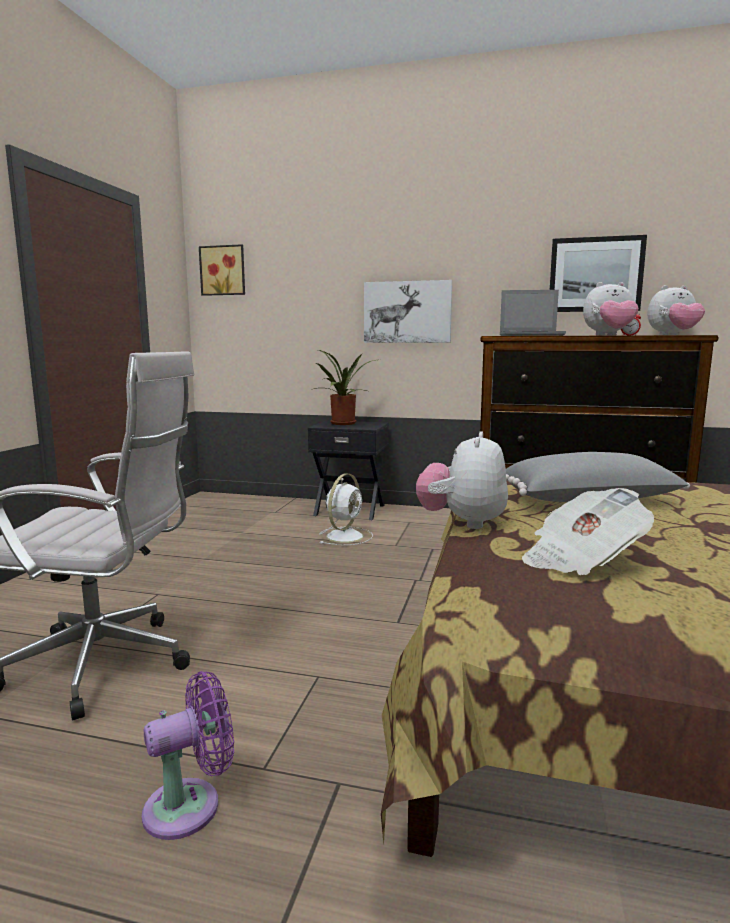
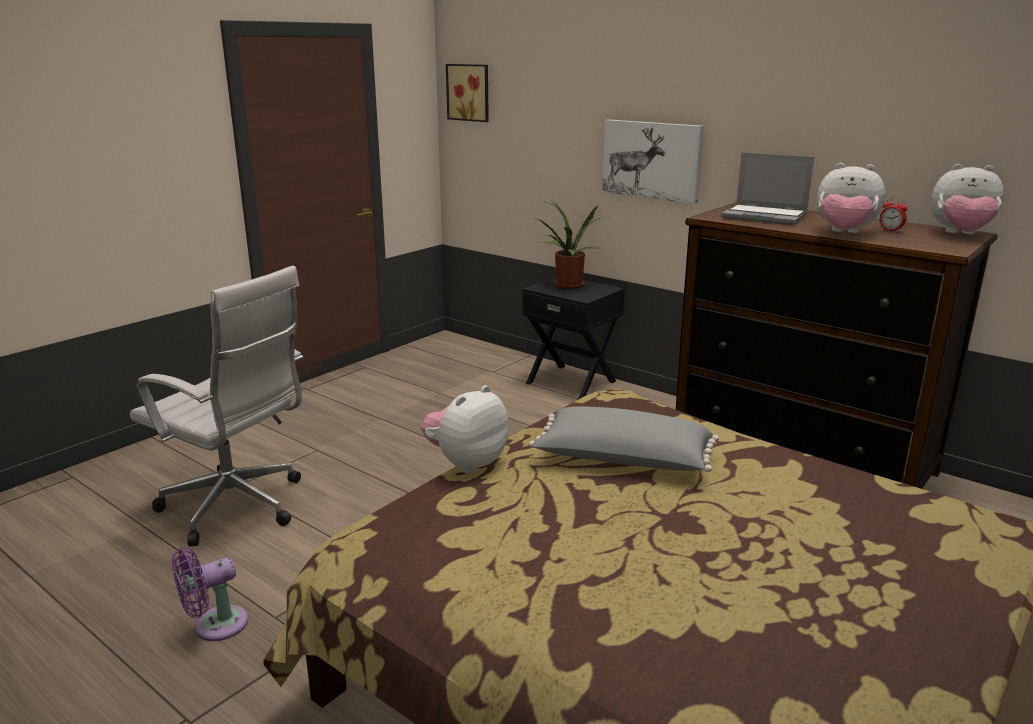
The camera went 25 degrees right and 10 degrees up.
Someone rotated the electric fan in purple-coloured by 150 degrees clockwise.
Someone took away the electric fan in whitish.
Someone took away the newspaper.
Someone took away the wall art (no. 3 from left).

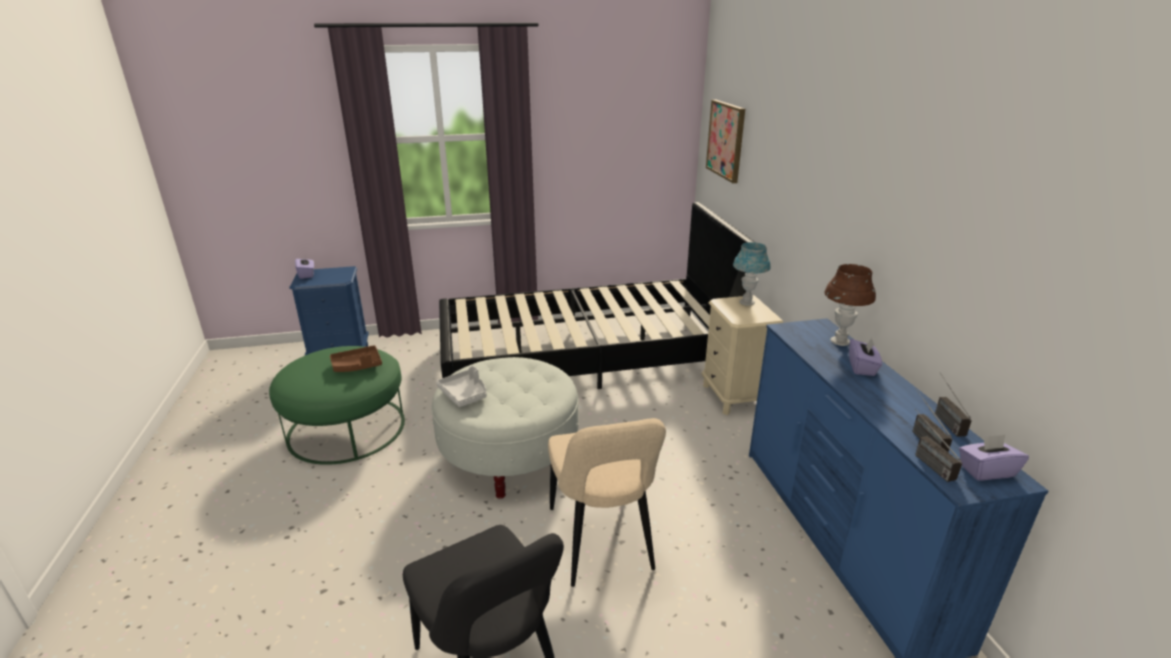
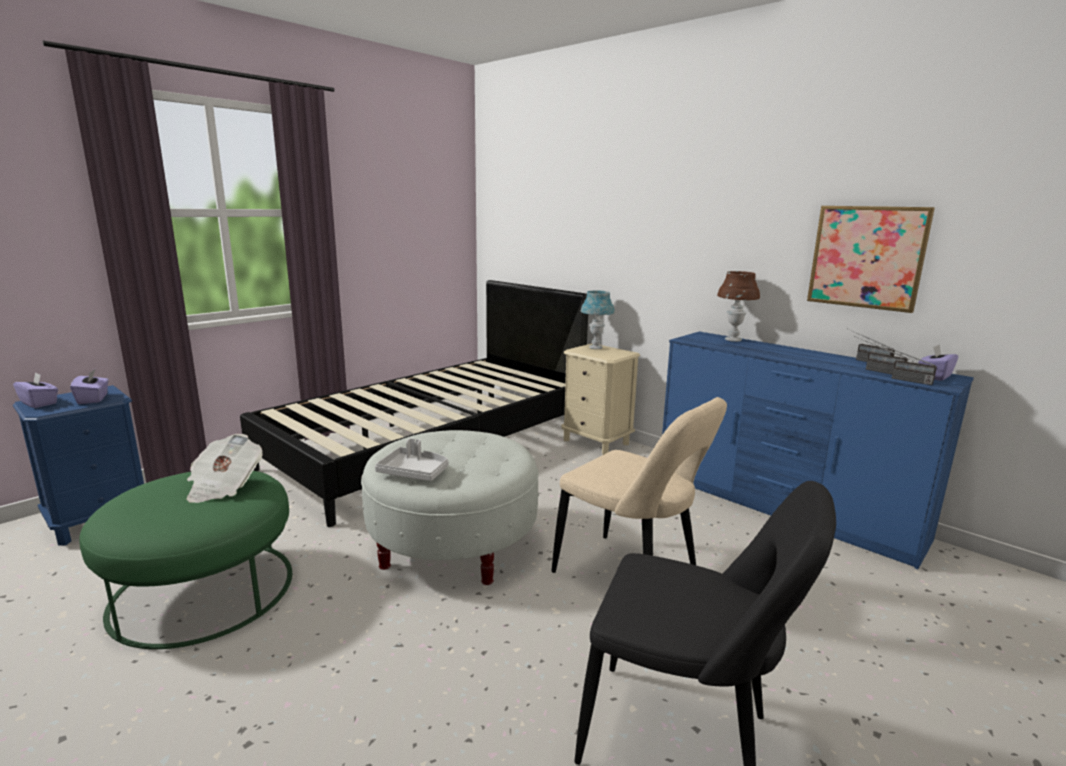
The camera went 35 degrees left and 10 degrees down.
Someone swapped the serving tray in brownish for the newspaper.
Someone carried the wall art.
Someone carried the tissue box in purple-coloured (no. 2 from left).

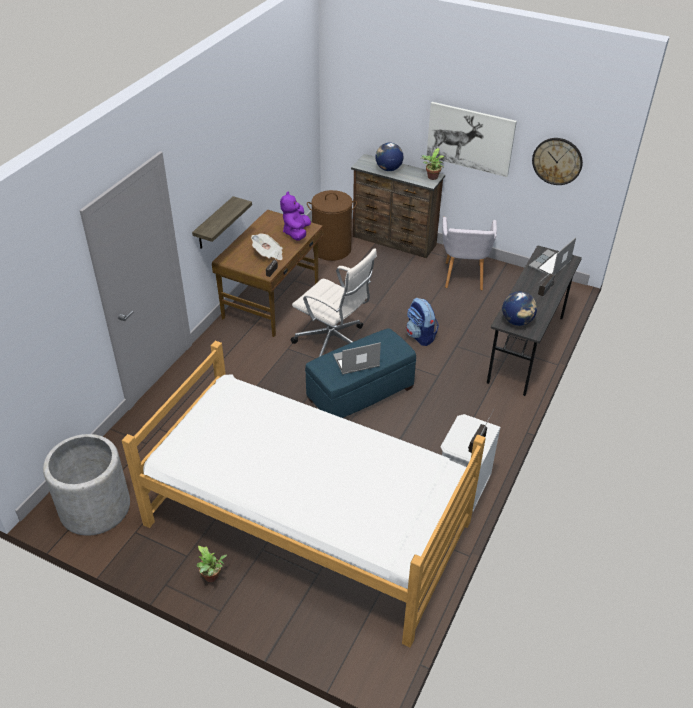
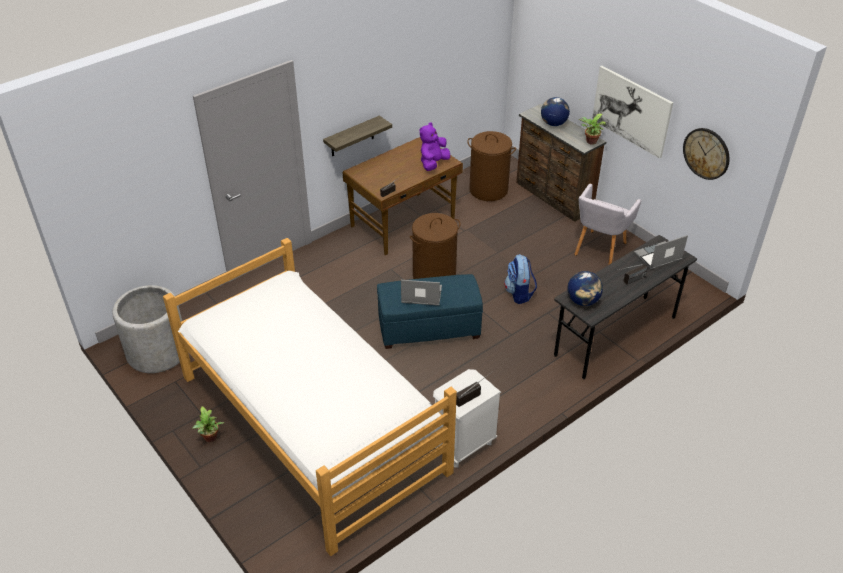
The camera went 25 degrees right and 0 degrees up.
Someone took away the newspaper.
Someone swapped the computer chair in whitish for the hamper in brownish (no. 1 from left).

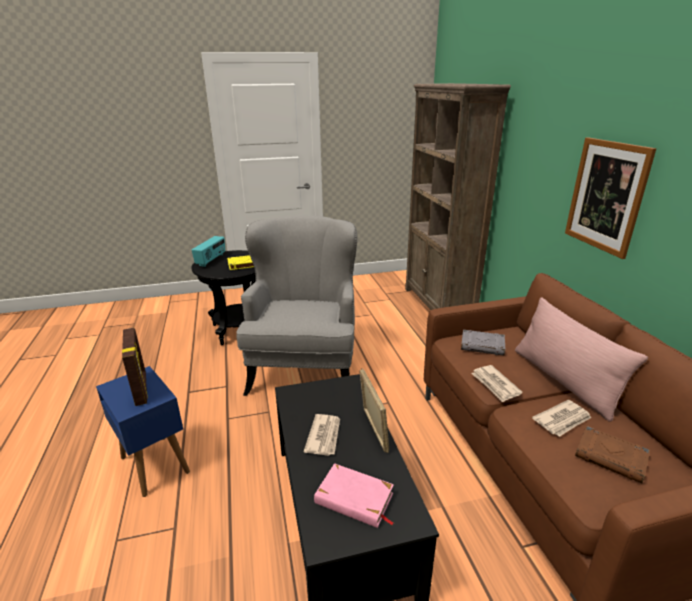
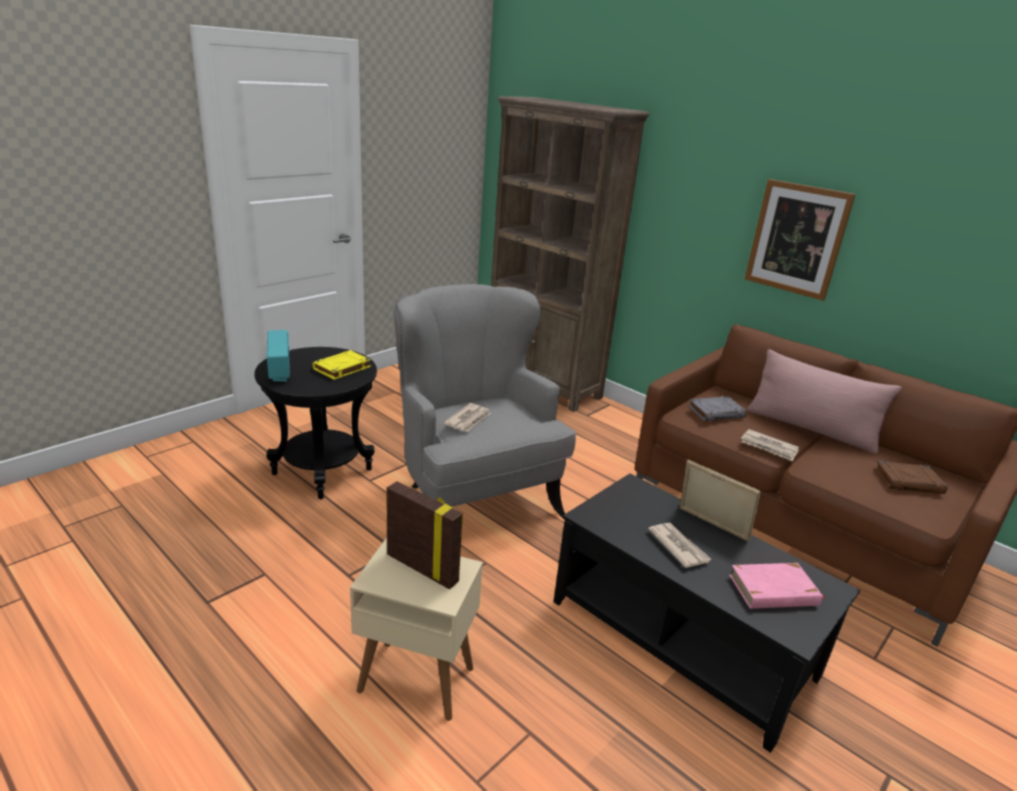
The camera went 35 degrees left and 0 degrees up.
Someone repainted the side table in bluish, which became the side table in sand-coloured.
Someone carried the newspaper (no. 3 from left in the first image).

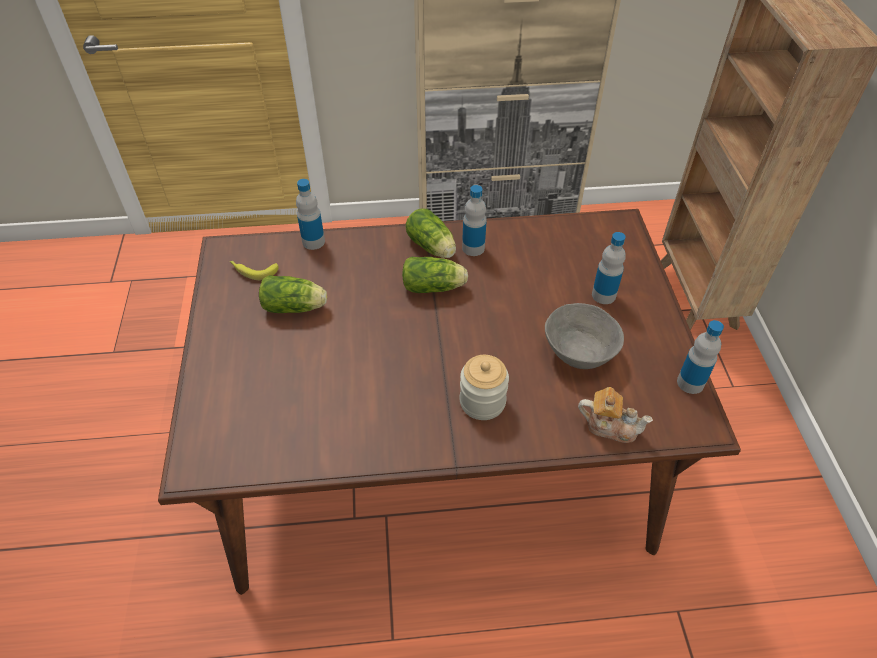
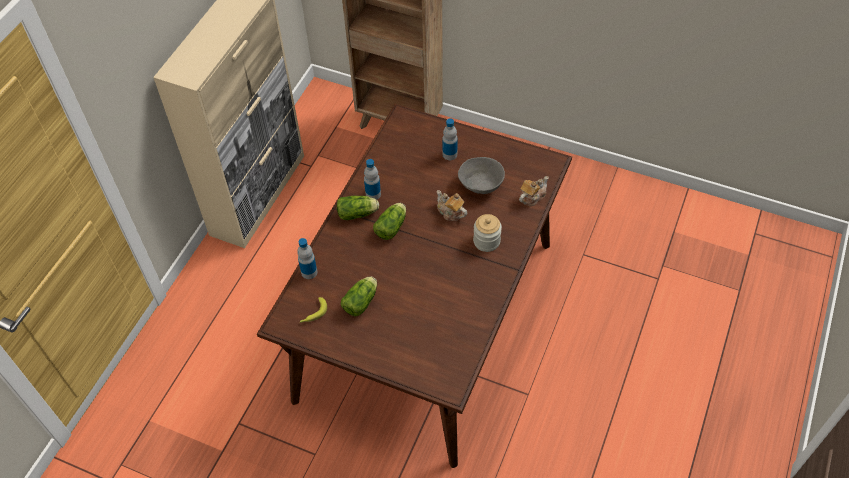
The camera went 60 degrees left and 5 degrees up.
Someone took away the bottle (no. 4 from left).
Someone put down the pot for tea (no. 1 from left).

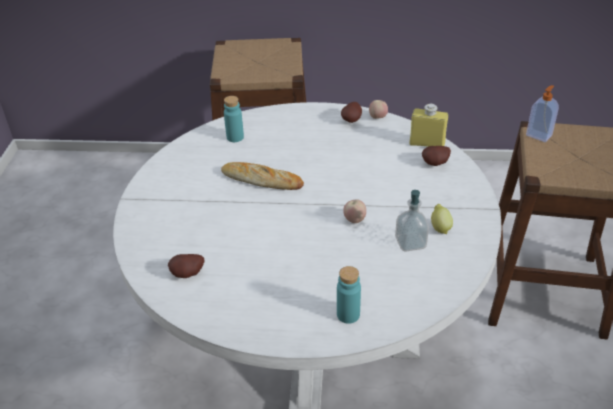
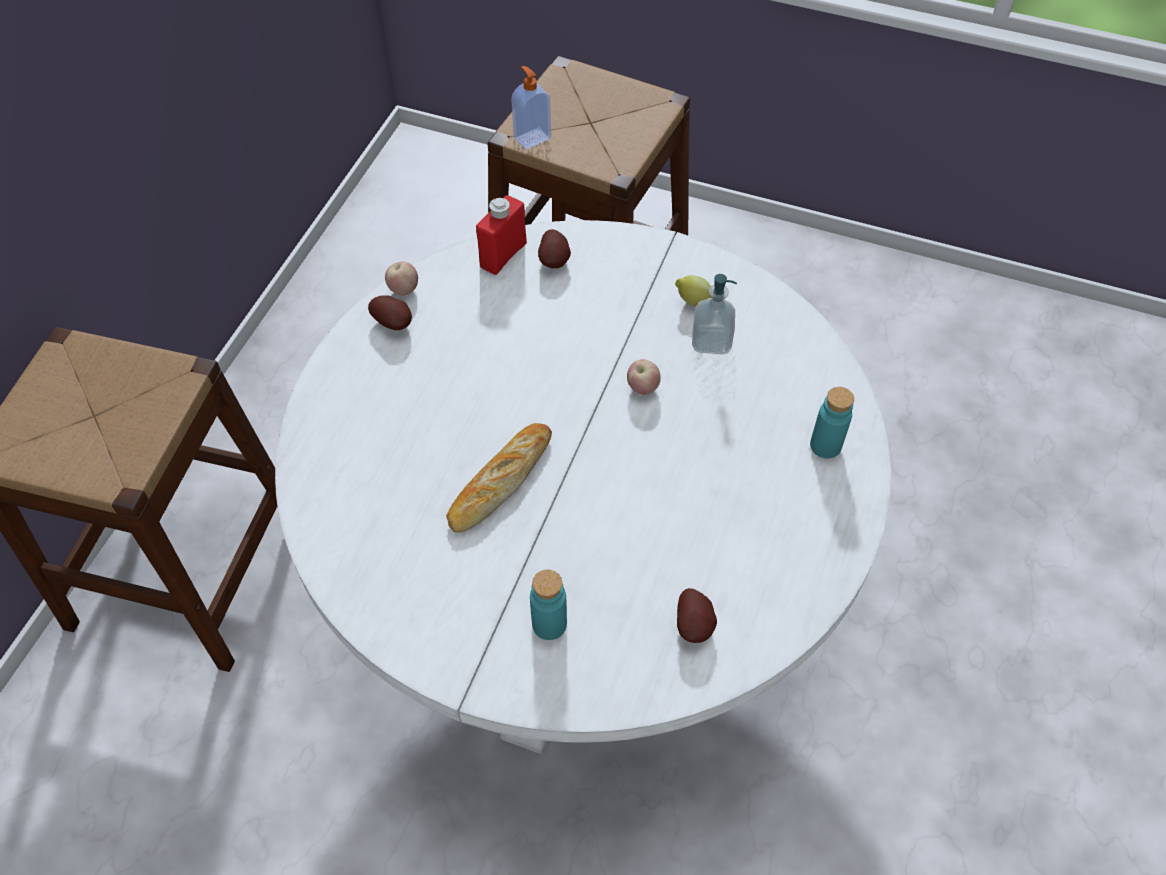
The camera went 75 degrees left and 15 degrees up.
Someone carried the bottle in turquoise-coloured (no. 1 from left).
Someone repainted the bottle in yellow, which became the bottle in red-coloured.

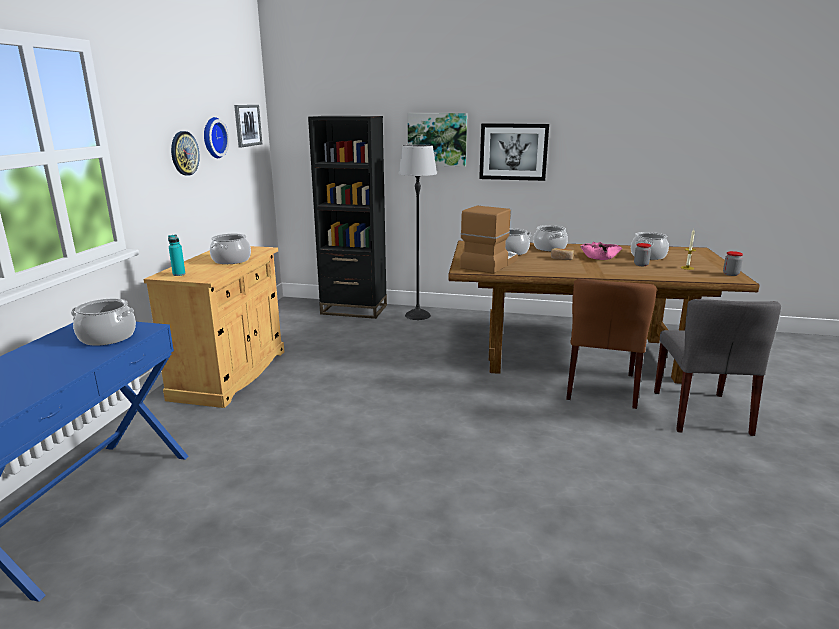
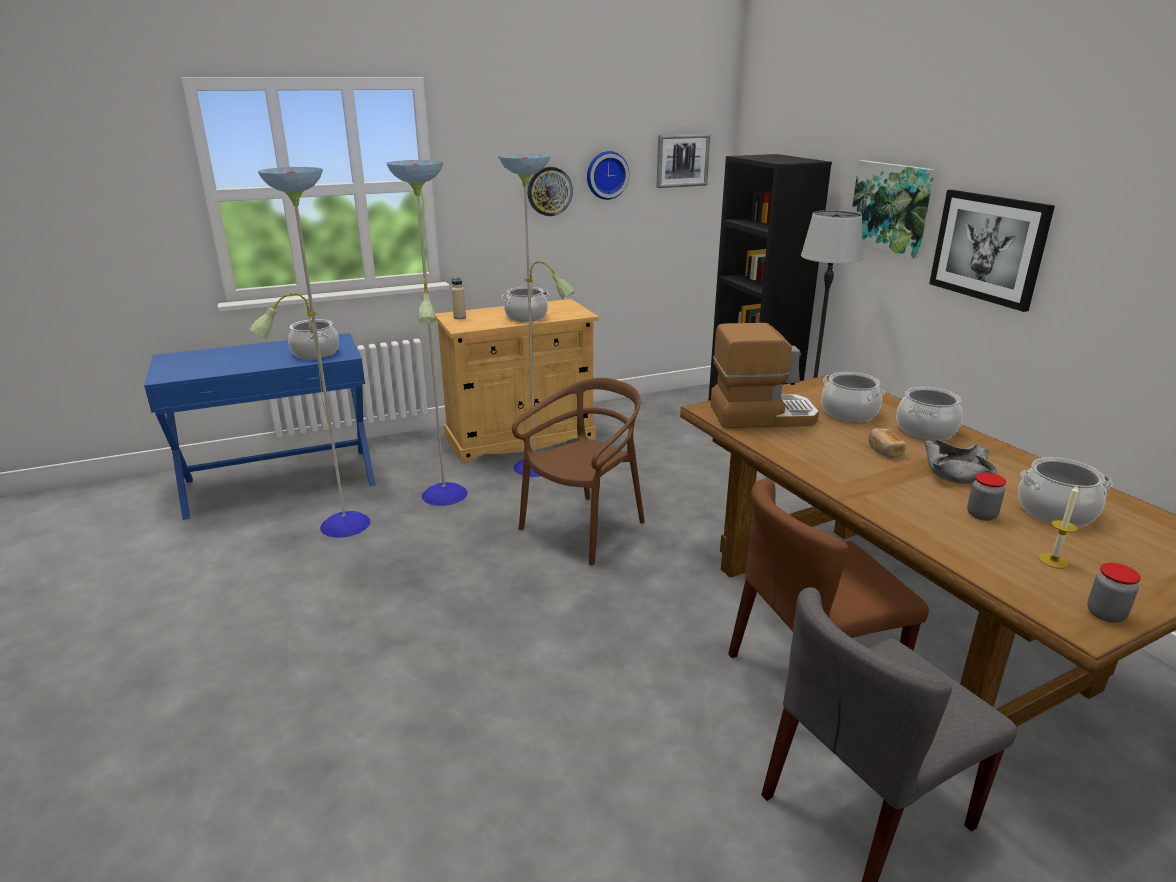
The camera went 55 degrees right and 5 degrees up.
Someone repainted the bottle in turquoise-coloured, which became the bottle in sand-coloured.
Someone repainted the bowl in pink, which became the bowl in grey.
Someone put down the floor lamp (no. 1 from left).
Someone put down the upright chair in brownish (no. 1 from left).

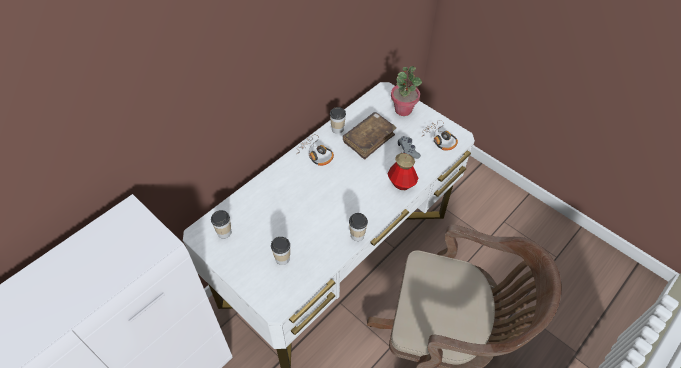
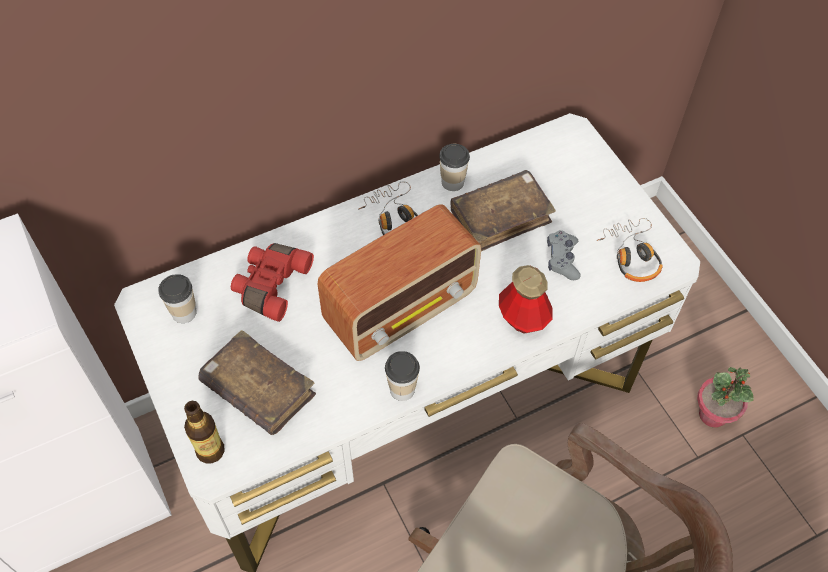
The camera went 20 degrees right and 5 degrees up.
Someone swapped the drinking cup (no. 2 from left) for the volume in brownish (no. 1 from left).
Someone carried the plant in a pot.
Someone put down the bottle (no. 1 from left).
Someone put down the binoculars in red-coloured.
Someone put down the radio receiver.

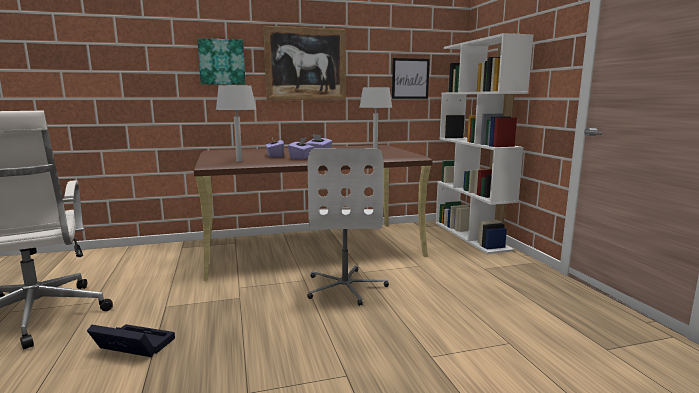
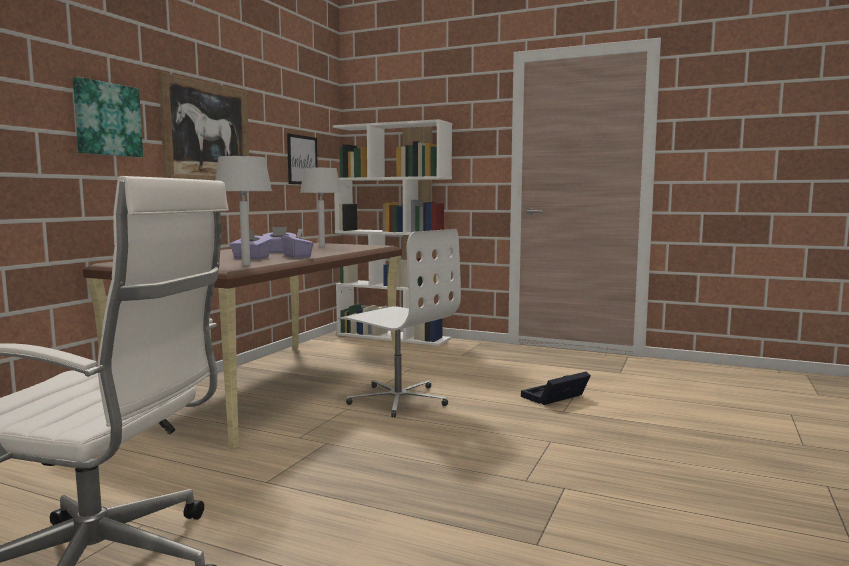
The camera went 50 degrees left and 5 degrees down.
Someone carried the storage container in black.

